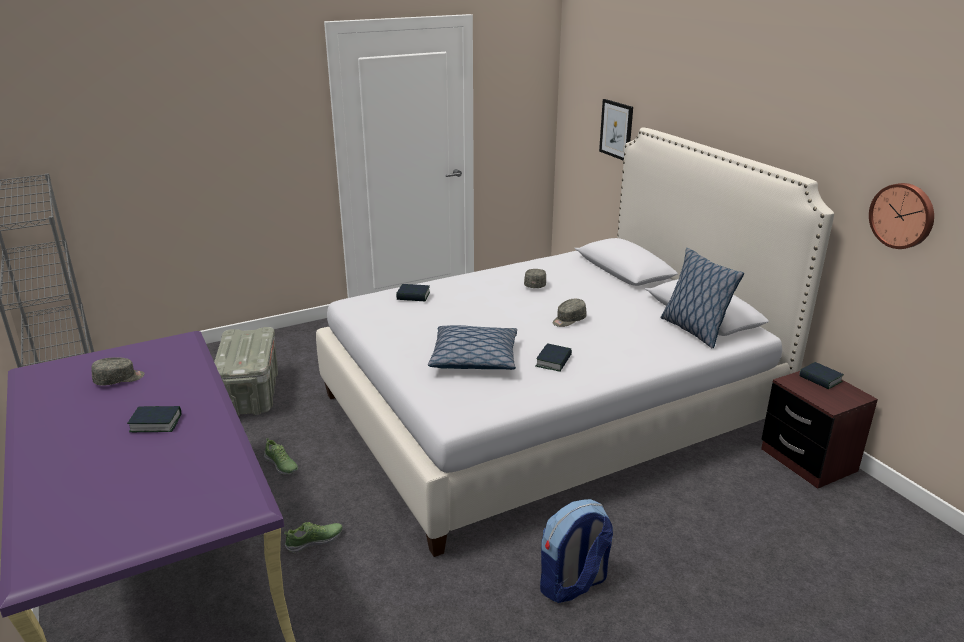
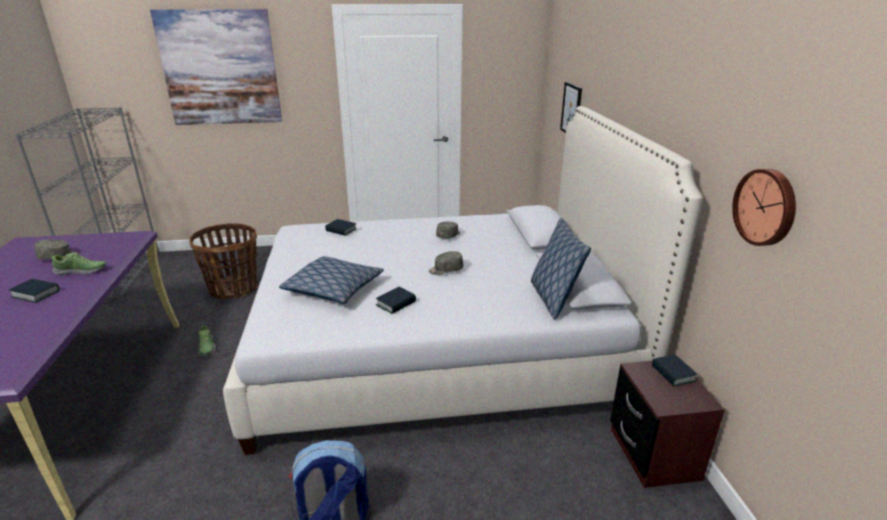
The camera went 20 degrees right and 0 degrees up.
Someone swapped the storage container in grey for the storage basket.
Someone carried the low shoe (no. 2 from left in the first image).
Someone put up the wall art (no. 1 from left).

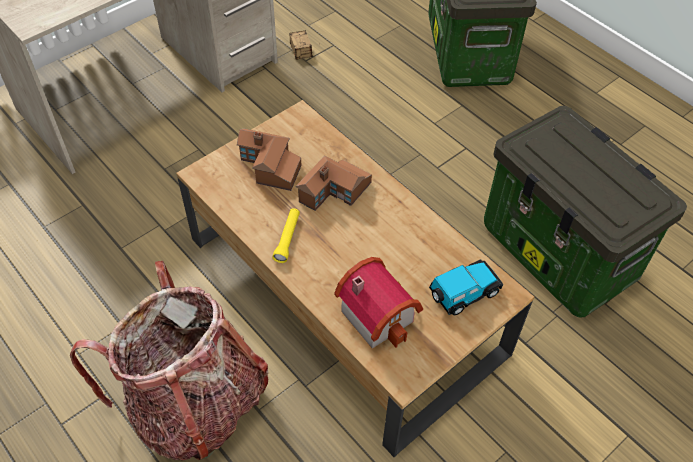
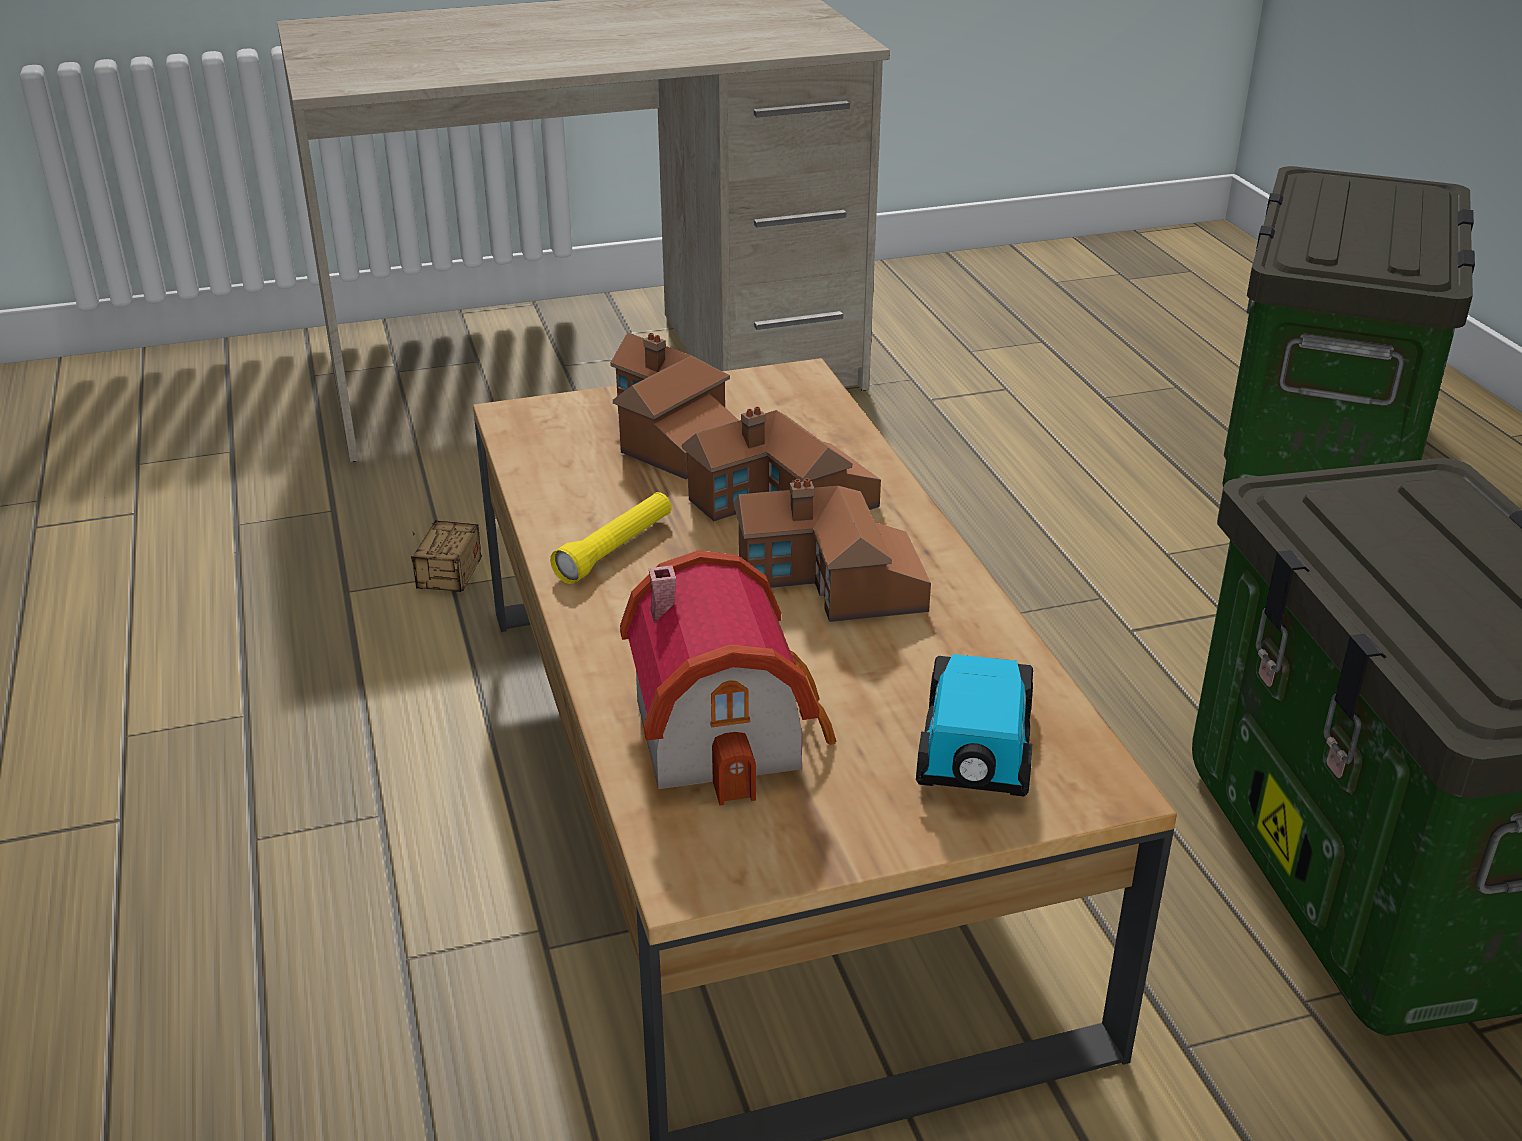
The camera went 25 degrees right and 20 degrees down.
Someone took away the knapsack.
Someone carried the storage container (no. 1 from left).
Someone rotated the model car by 75 degrees counterclockwise.
Someone put down the miniature house (no. 4 from left).

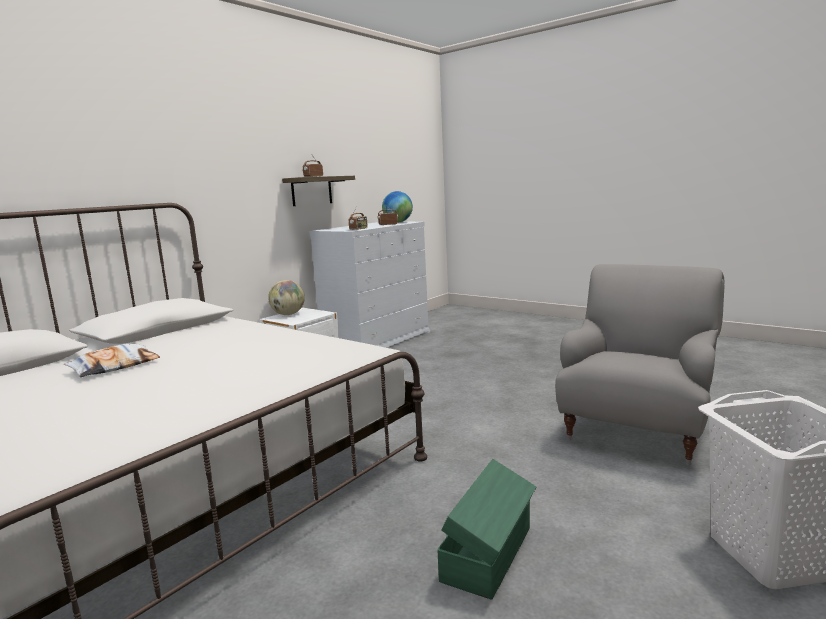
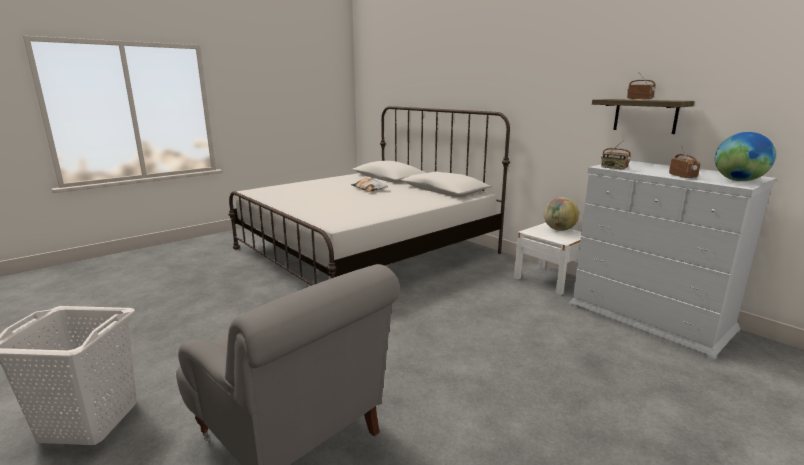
The camera went 100 degrees right and 5 degrees up.
Someone took away the storage container in green.

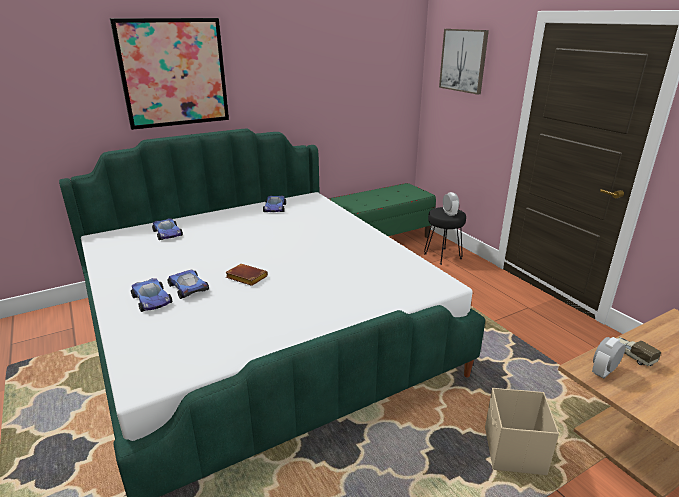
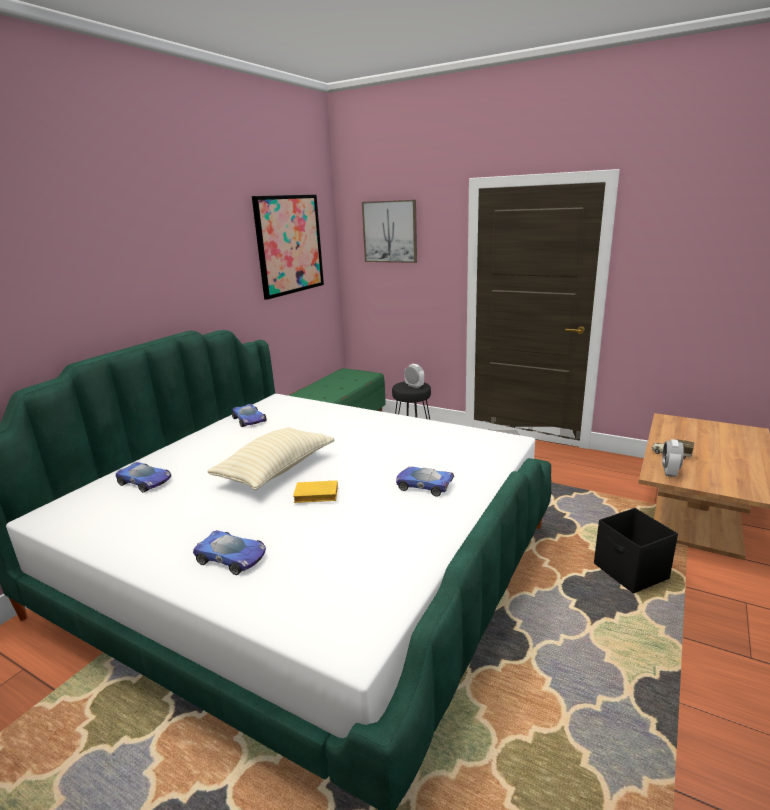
The camera went 30 degrees left and 5 degrees down.
Someone carried the wall art (no. 1 from left).
Someone carried the model car (no. 3 from left in the first image).
Someone repainted the volume in brownish, which became the volume in yellow.
Someone repainted the storage container in sand-coloured, which became the storage container in black.
Someone put down the throw pillow in sand-coloured.

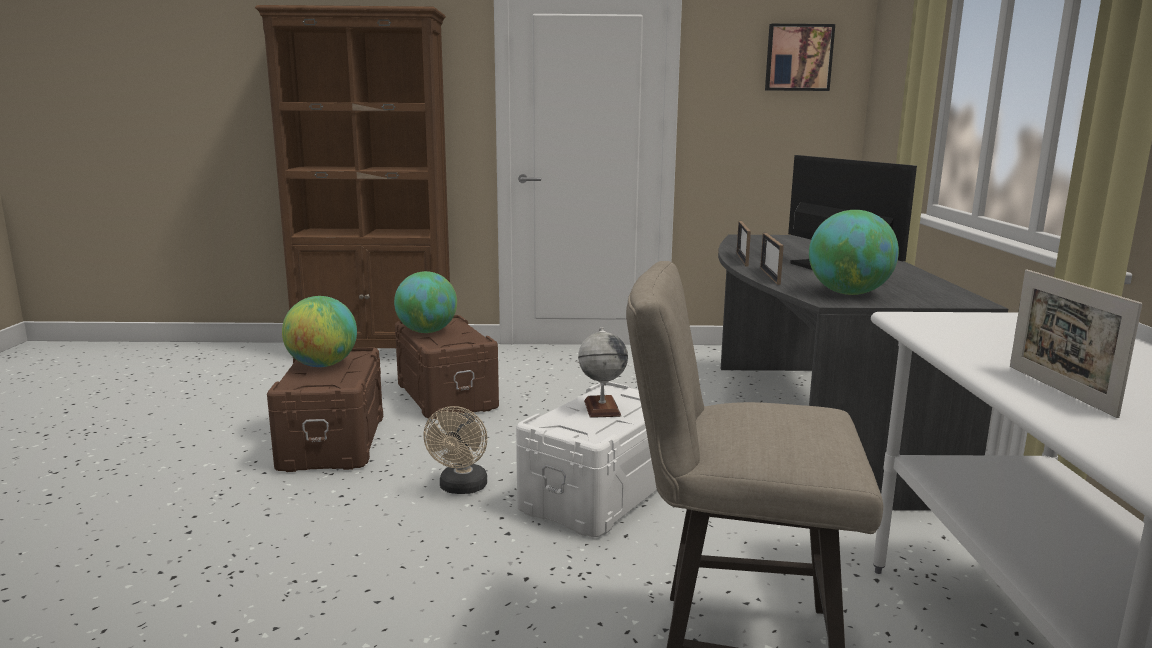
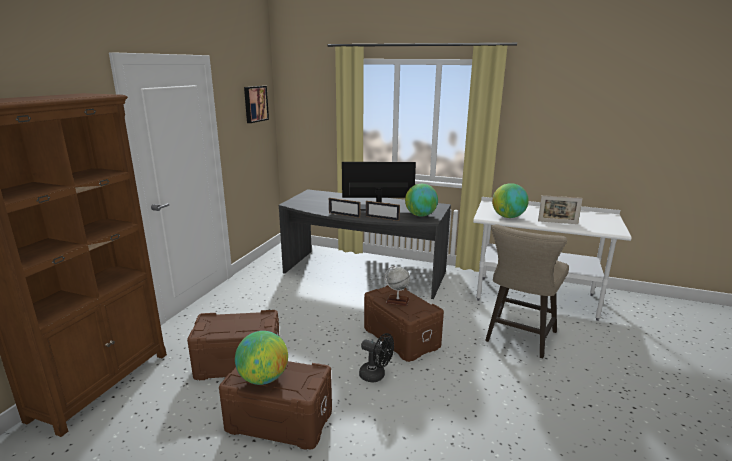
The camera went 70 degrees left and 5 degrees up.
Someone carried the world globe (no. 2 from left in the first image).
Someone repainted the electric fan in sand-coloured, which became the electric fan in black.
Someone repainted the storage container in whitish, which became the storage container in brownish (no. 3 from left).

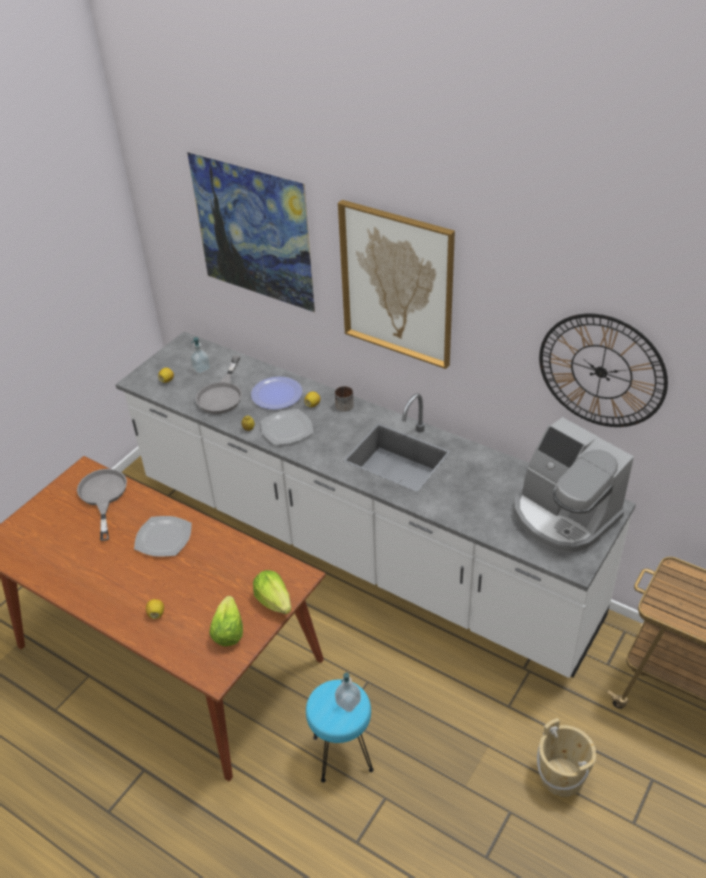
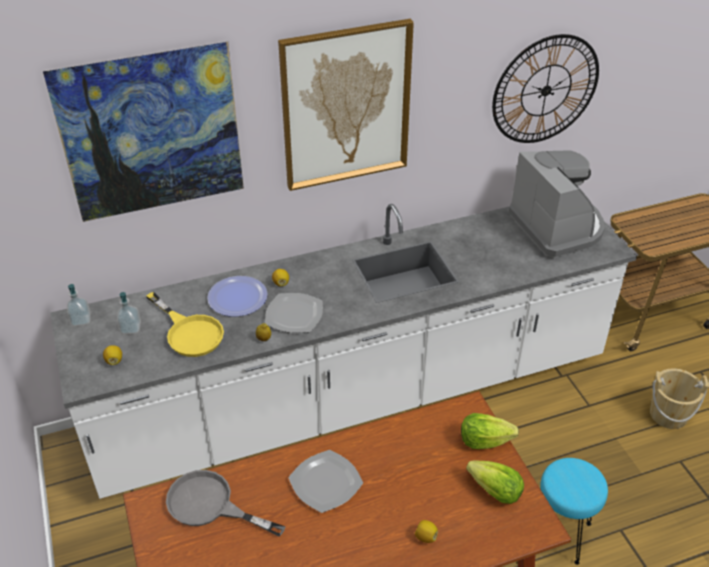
The camera went 55 degrees left and 0 degrees up.
Someone repainted the pan in grey (no. 2 from left), which became the pan in yellow.
Someone took away the tea mug.
Someone carried the soap dispenser (no. 2 from left in the first image).
Someone rotated the coffee machine by 105 degrees counterclockwise.

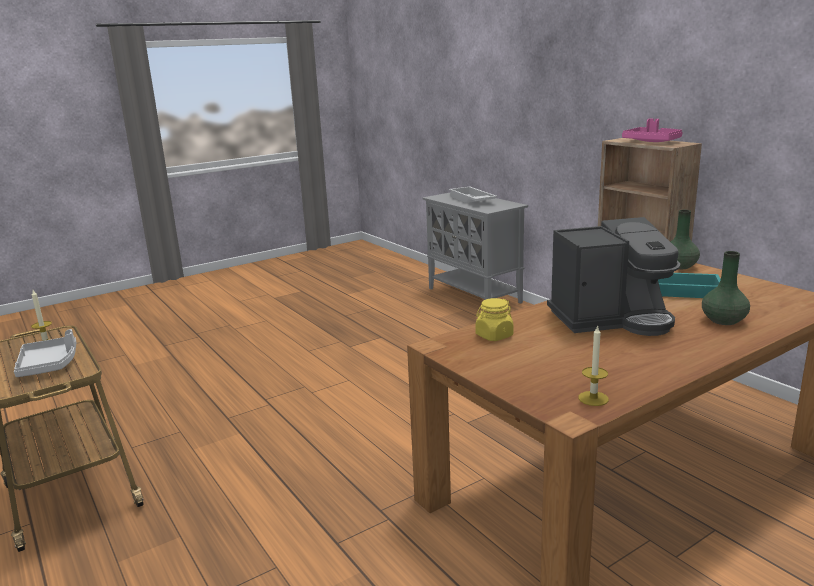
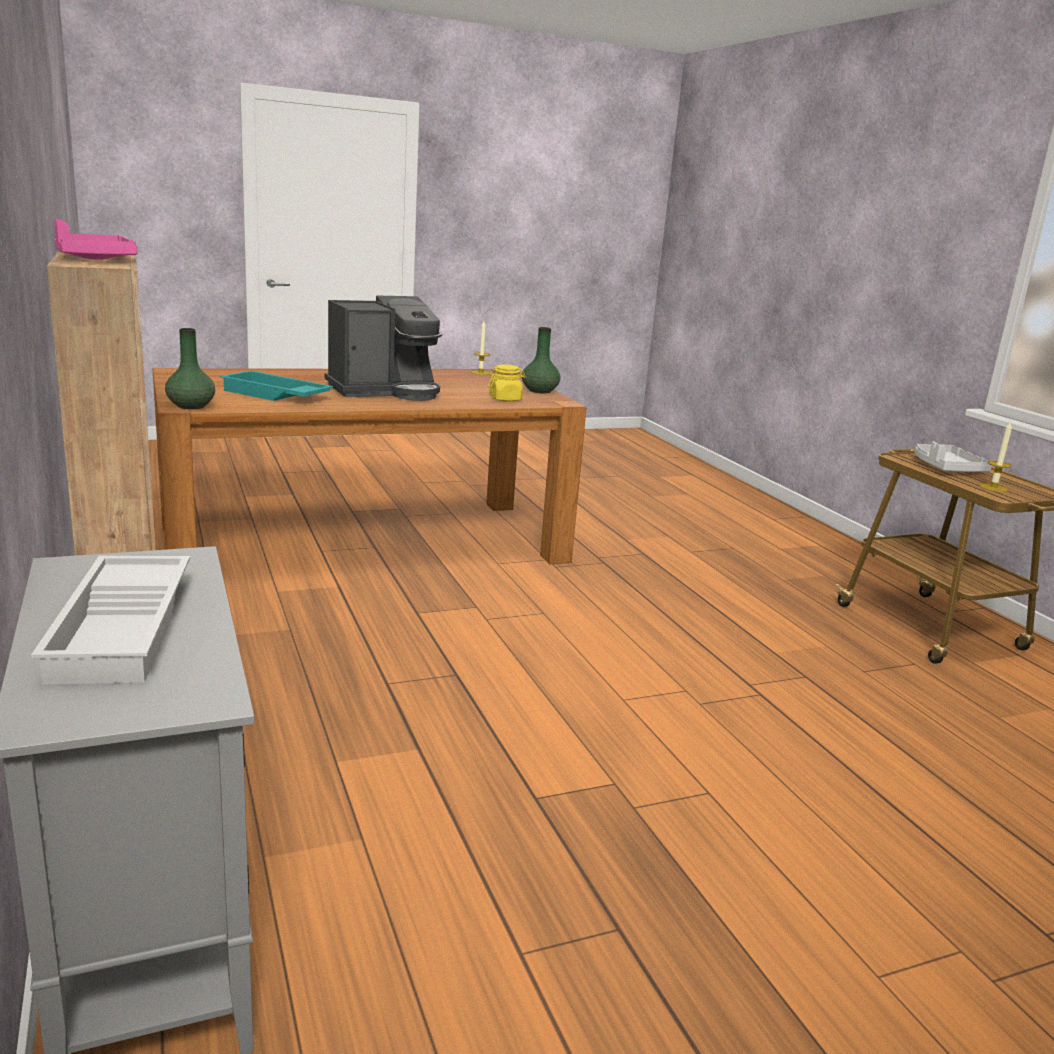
The camera went 170 degrees left and 0 degrees up.
Someone rotated the coffee machine by 150 degrees clockwise.
Someone carried the vase in green (no. 2 from left).

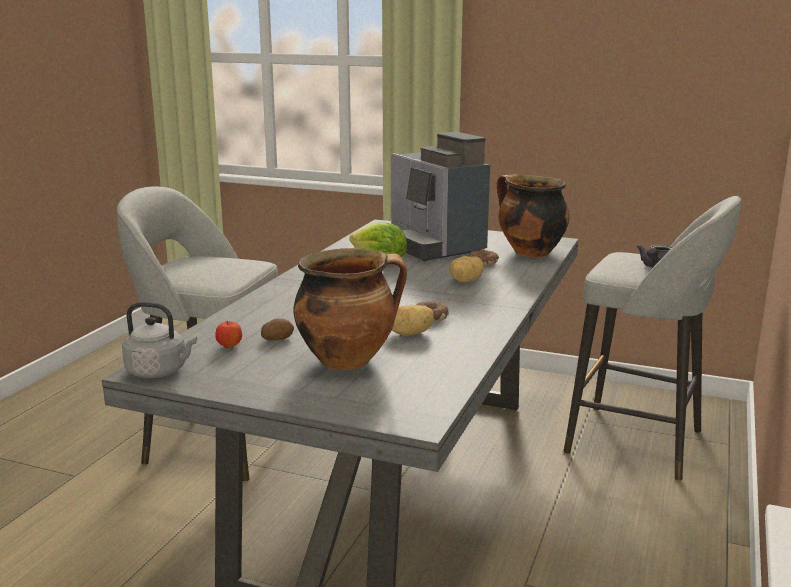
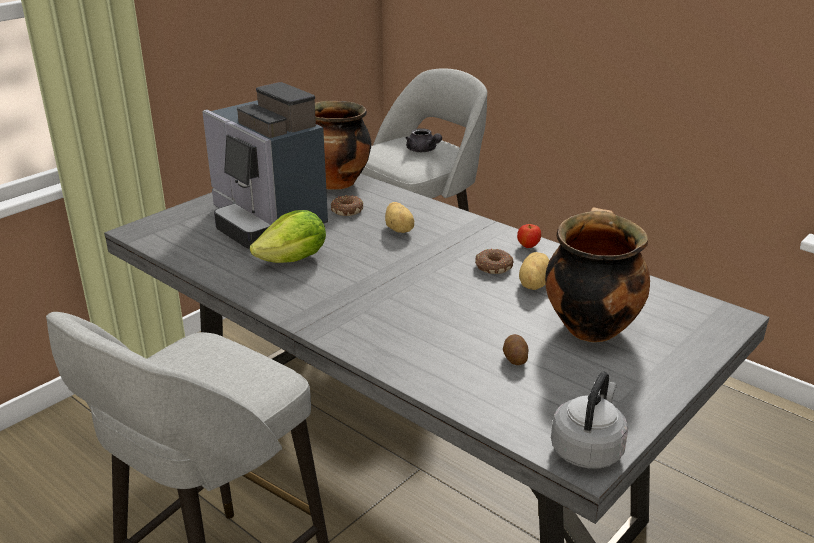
The camera went 70 degrees left and 10 degrees up.
Someone carried the whole apple.
Someone rotated the coffee machine by 60 degrees clockwise.

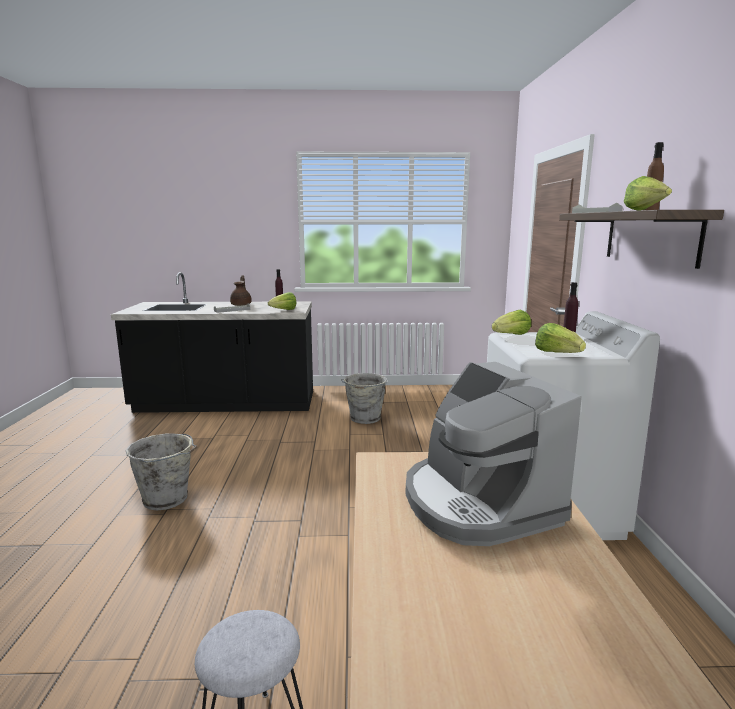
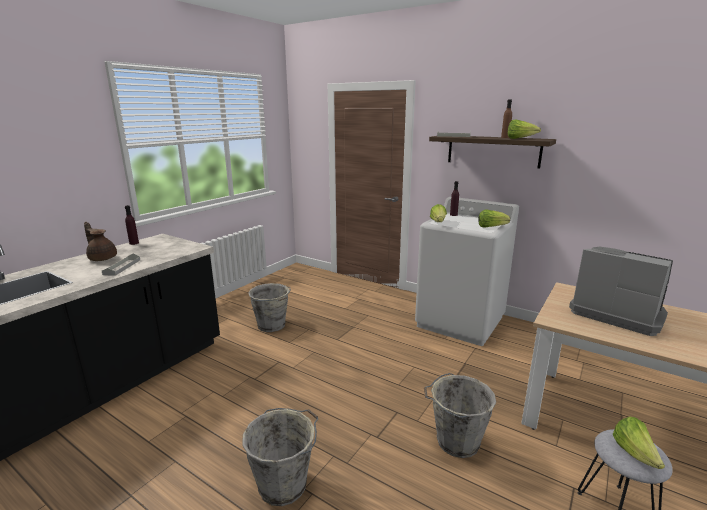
The camera went 55 degrees left and 5 degrees up.
Someone carried the head of lettuce (no. 1 from left in the first image).
Someone rotated the coffee machine by 150 degrees counterclockwise.
Someone put down the pail in grey (no. 3 from left).

